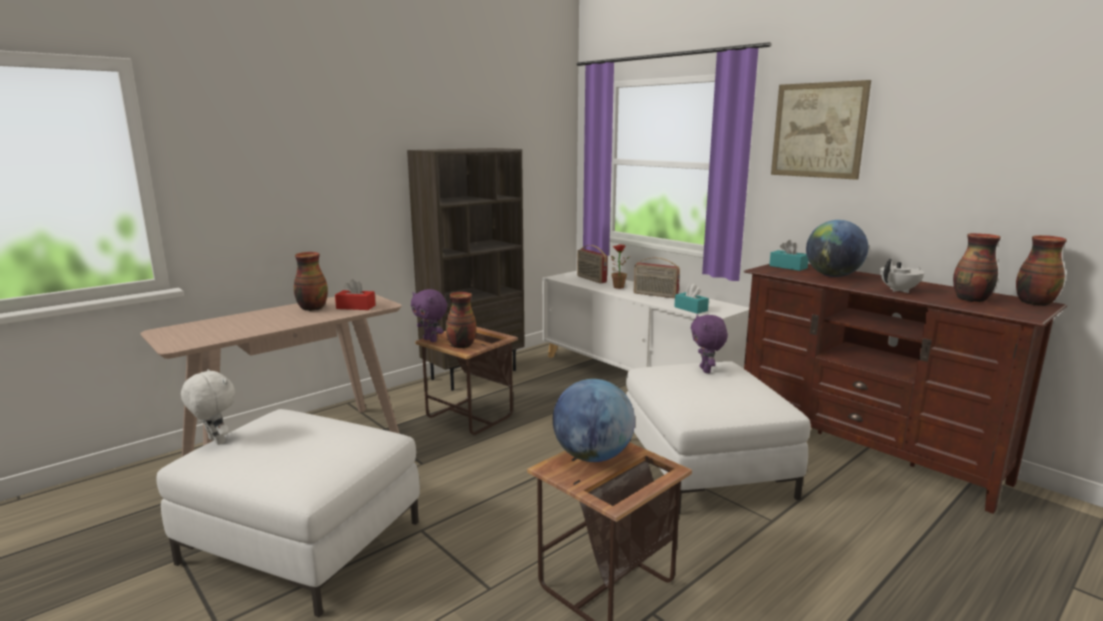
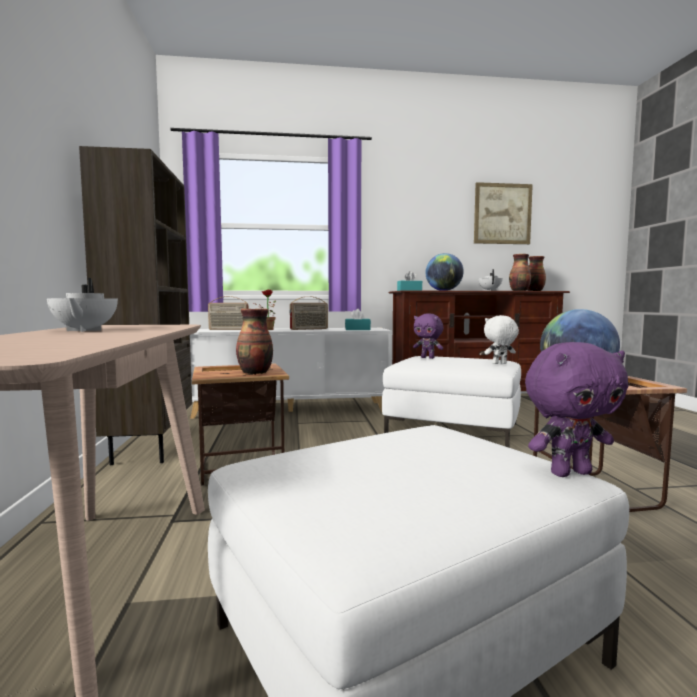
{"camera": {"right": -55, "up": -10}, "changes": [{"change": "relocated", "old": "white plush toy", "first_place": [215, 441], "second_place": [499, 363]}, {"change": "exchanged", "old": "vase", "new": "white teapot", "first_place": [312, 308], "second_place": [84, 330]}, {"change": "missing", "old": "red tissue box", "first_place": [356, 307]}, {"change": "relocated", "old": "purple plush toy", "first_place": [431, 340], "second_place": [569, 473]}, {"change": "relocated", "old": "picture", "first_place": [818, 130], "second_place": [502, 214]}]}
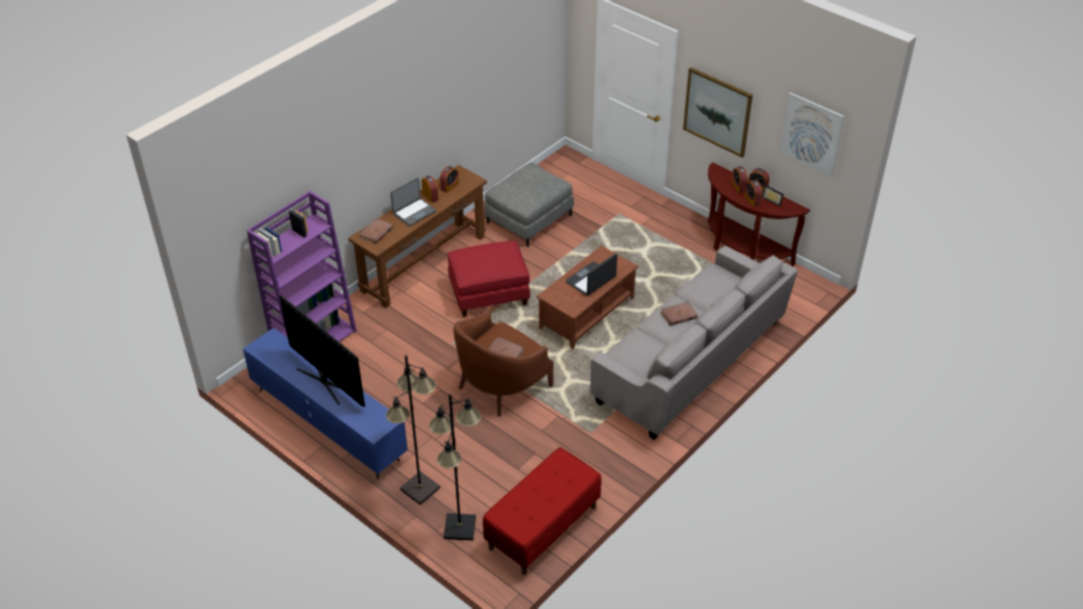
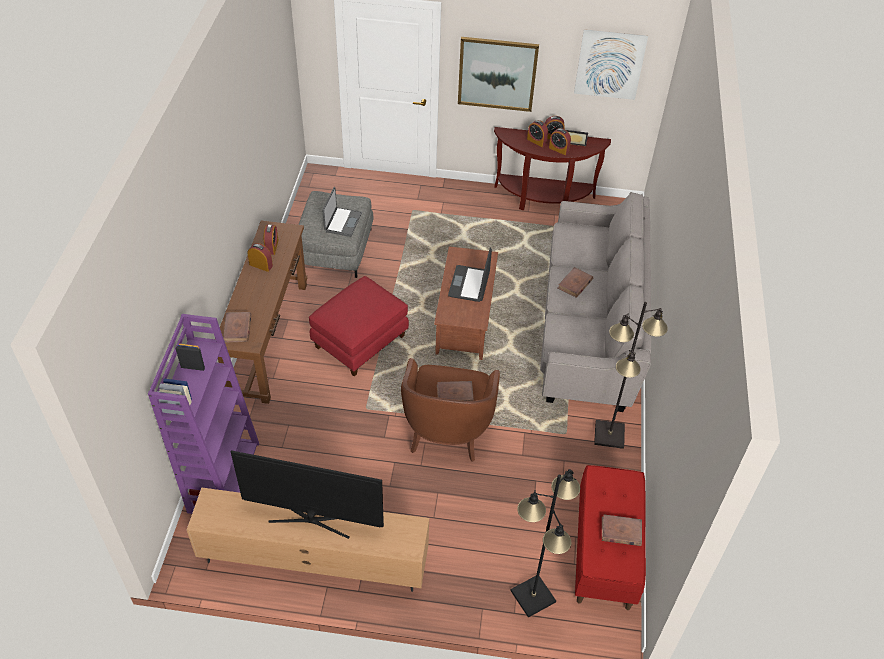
{"camera": {"right": -35, "up": 5}, "changes": [{"change": "colour", "old": "blue tv stand", "new": "brown tv stand", "first_place": [329, 425], "second_place": [314, 560]}, {"change": "relocated", "old": "black floor lamp", "first_place": [420, 489], "second_place": [609, 435]}, {"change": "relocated", "old": "laptop", "first_place": [414, 212], "second_place": [342, 222]}, {"change": "appeared", "new": "brown book", "second_place": [621, 531]}]}
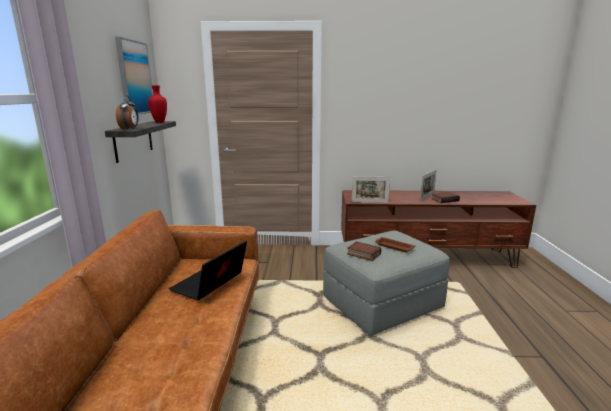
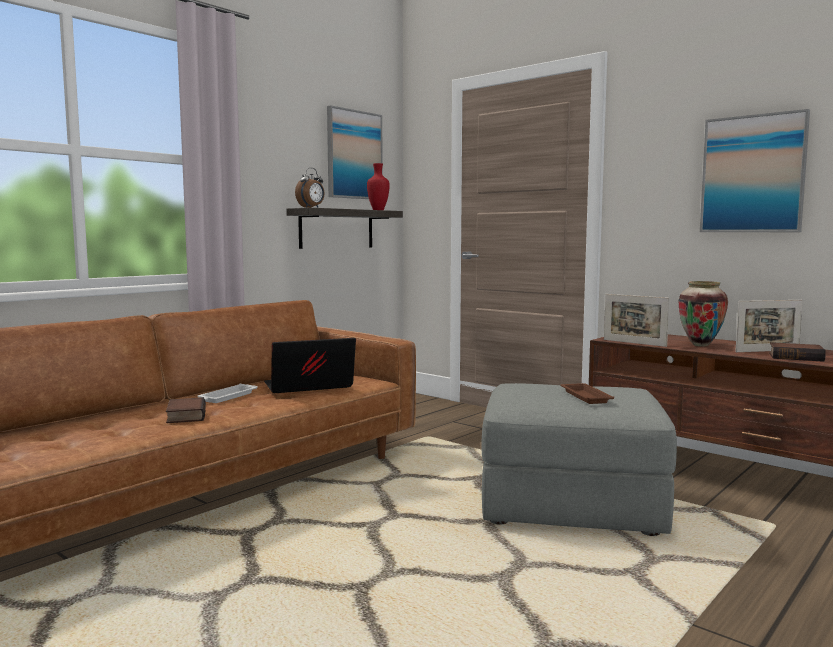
{"camera": {"right": 40, "up": -10}, "changes": [{"change": "relocated", "old": "book", "first_place": [363, 254], "second_place": [184, 415]}, {"change": "appeared", "new": "white tray", "second_place": [227, 397]}, {"change": "appeared", "new": "vase", "second_place": [700, 345]}, {"change": "appeared", "new": "picture", "second_place": [753, 174]}]}
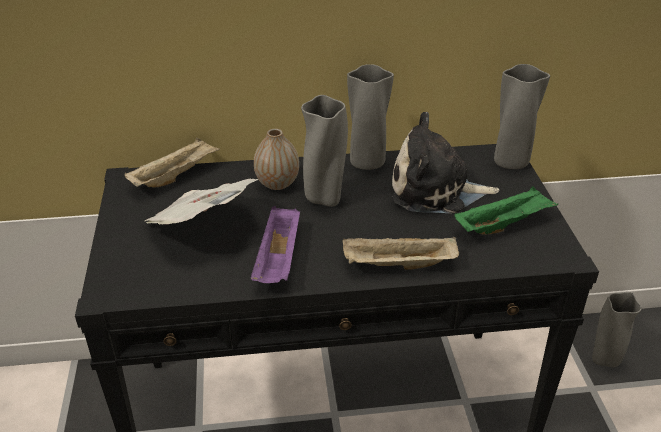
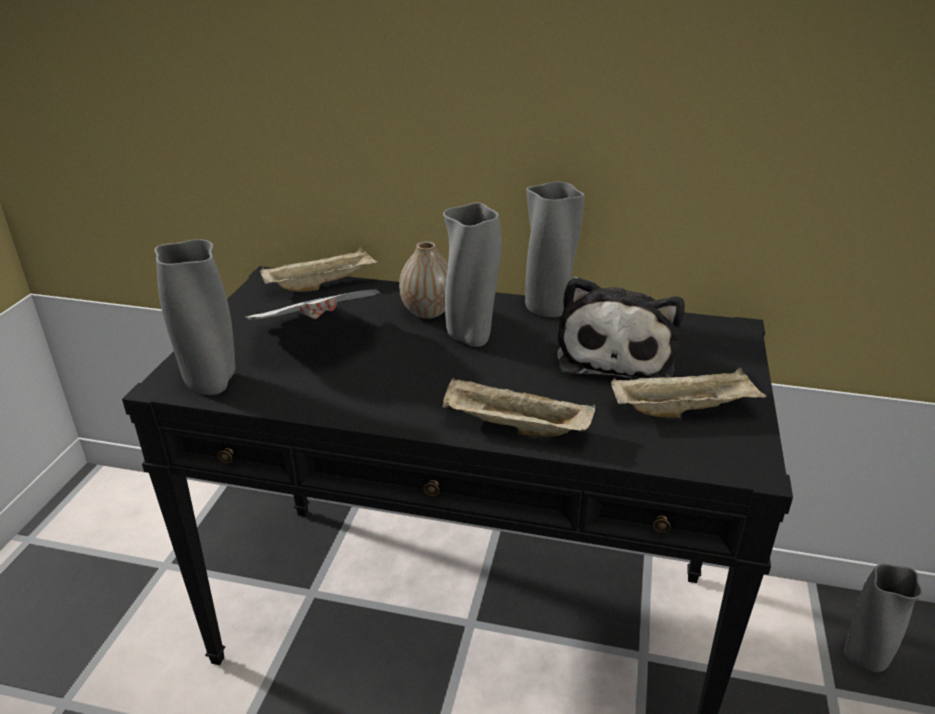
{"camera": {"right": 20, "up": -5}, "changes": [{"change": "missing", "old": "purple tray", "first_place": [278, 260]}, {"change": "spun", "old": "plush toy", "first_place": [435, 190], "second_place": [616, 354], "degrees": -105}, {"change": "colour", "old": "green tray", "new": "beige tray", "first_place": [503, 224], "second_place": [684, 410]}, {"change": "relocated", "old": "grey vase", "first_place": [510, 162], "second_place": [212, 384]}]}
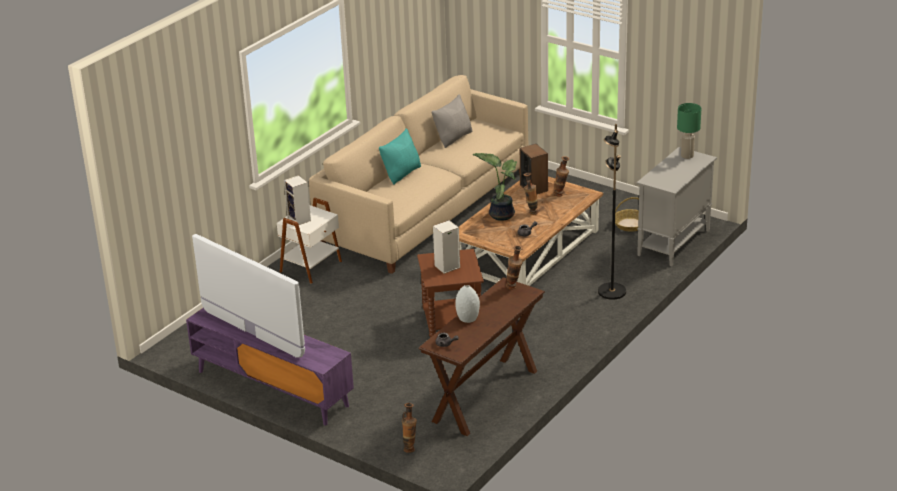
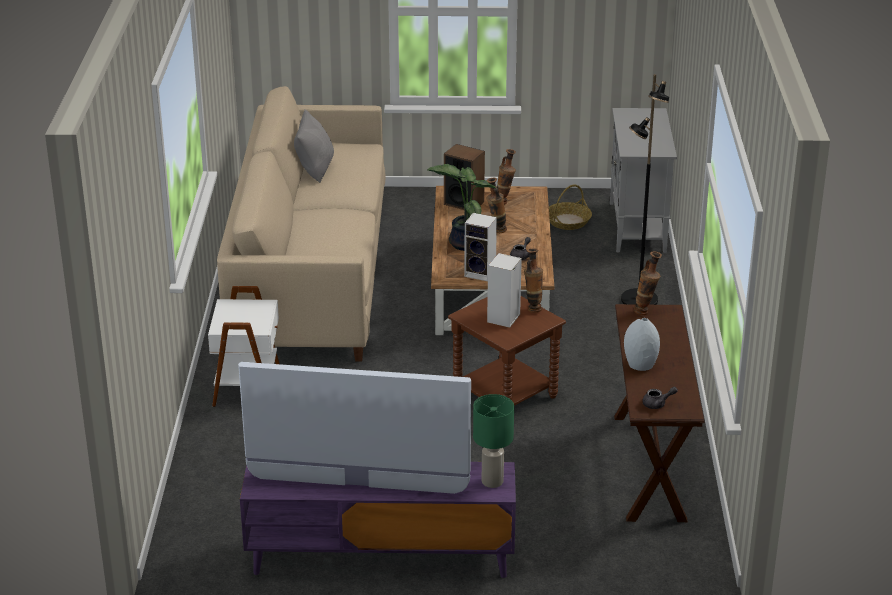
{"camera": {"right": -35, "up": 0}, "changes": [{"change": "relocated", "old": "speaker", "first_place": [300, 220], "second_place": [481, 273]}, {"change": "missing", "old": "turquoise pillow", "first_place": [401, 174]}, {"change": "relocated", "old": "vase", "first_place": [410, 448], "second_place": [533, 308]}, {"change": "relocated", "old": "green table lamp", "first_place": [687, 156], "second_place": [493, 481]}]}
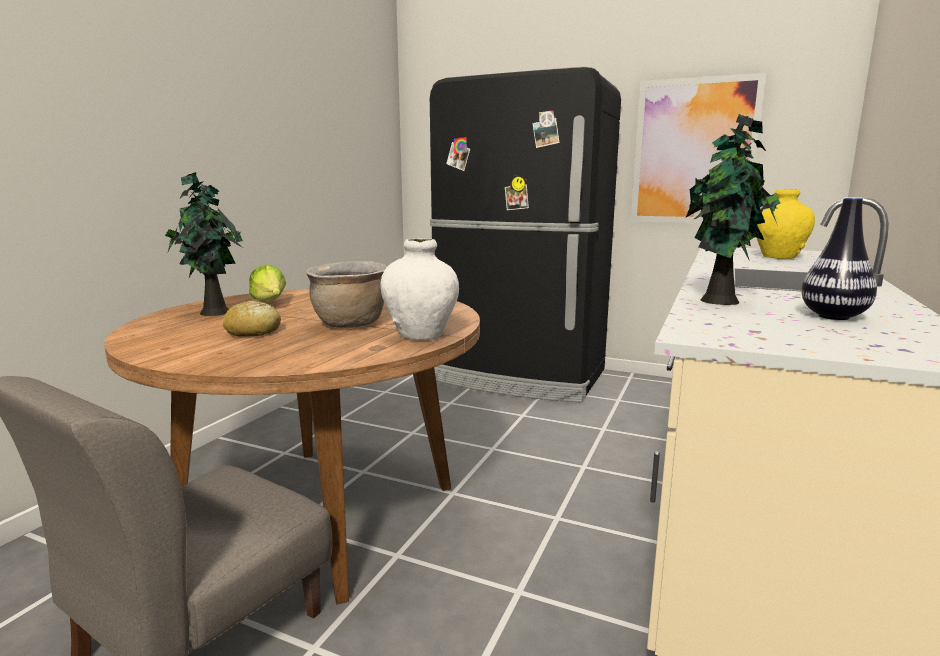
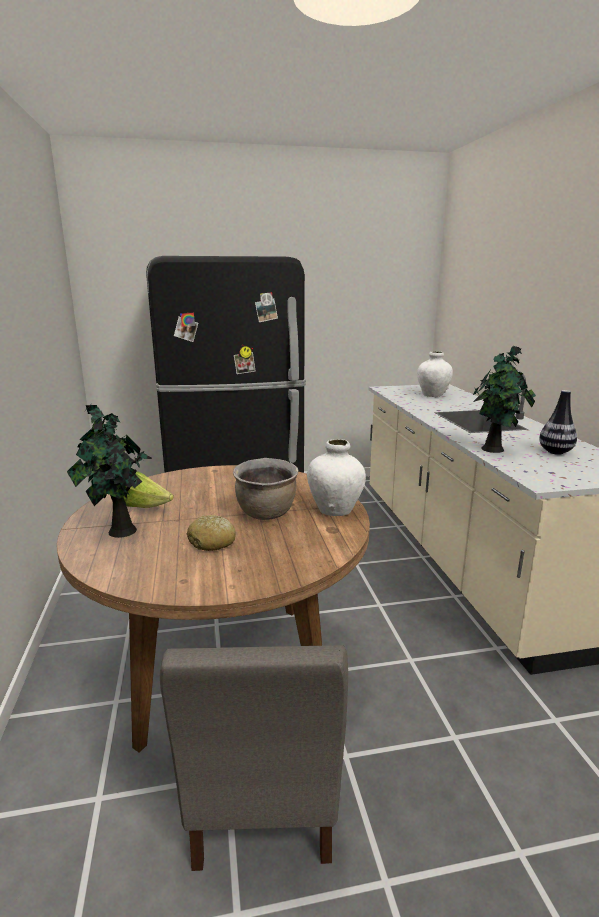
{"camera": {"right": -35, "up": 5}, "changes": [{"change": "missing", "old": "picture", "first_place": [694, 152]}, {"change": "colour", "old": "yellow vase", "new": "white vase", "first_place": [778, 257], "second_place": [432, 395]}]}
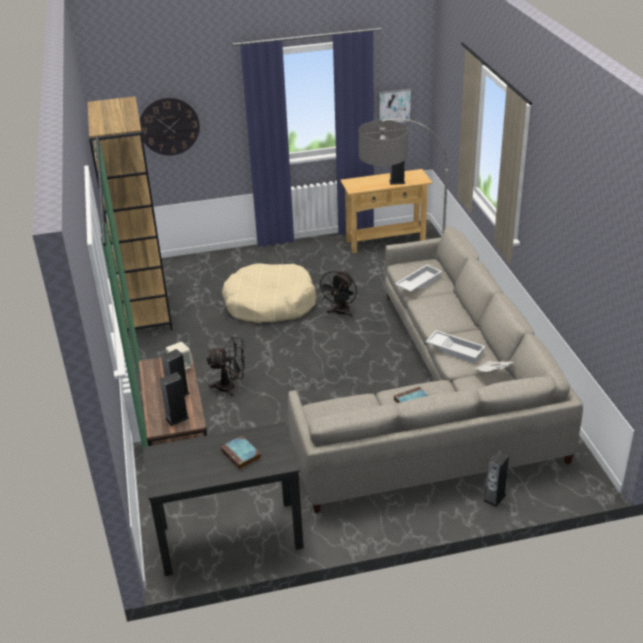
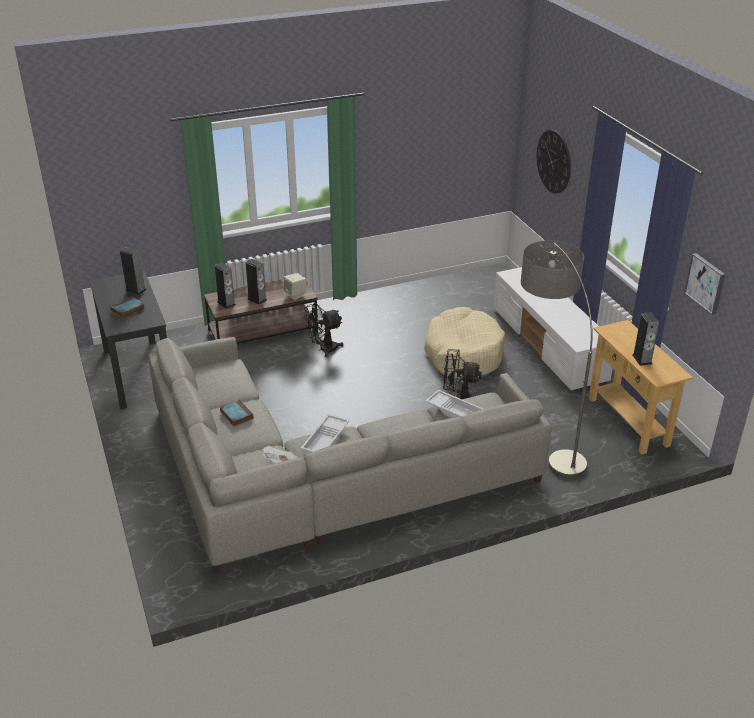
{"camera": {"right": 80, "up": 0}, "changes": [{"change": "missing", "old": "brown bookcase", "first_place": [146, 309]}, {"change": "spun", "old": "black fan", "first_place": [231, 387], "second_place": [323, 349], "degrees": 75}, {"change": "relocated", "old": "speaker", "first_place": [494, 498], "second_place": [136, 290]}, {"change": "appeared", "new": "white tv stand", "second_place": [549, 345]}]}
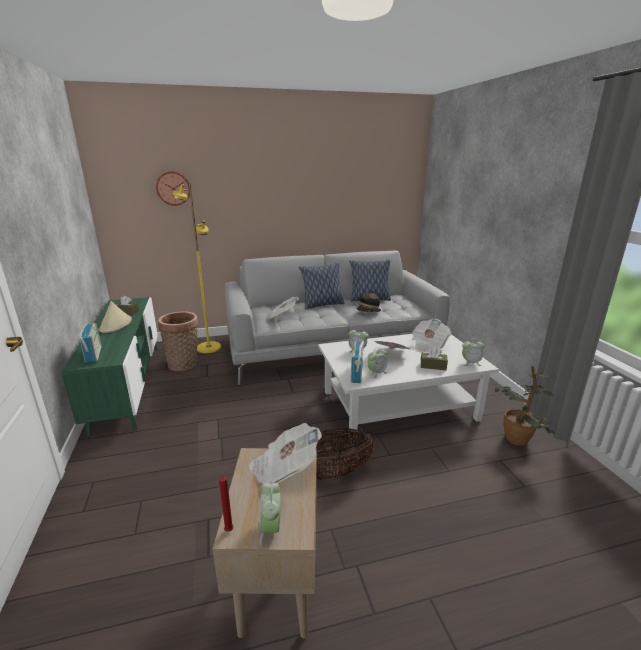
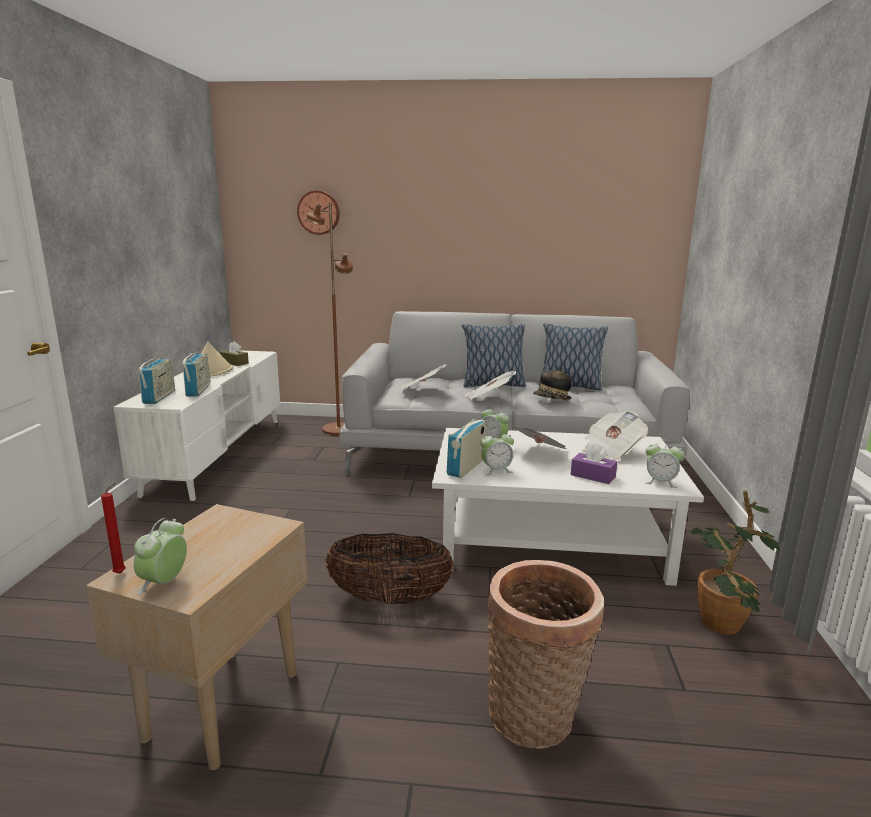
{"camera": {"right": 20, "up": -5}, "changes": [{"change": "colour", "old": "green tv stand", "new": "white tv stand", "first_place": [128, 384], "second_place": [218, 454]}, {"change": "relocated", "old": "basket", "first_place": [184, 364], "second_place": [536, 717]}, {"change": "colour", "old": "yellow floor lamp", "new": "brown floor lamp", "first_place": [208, 348], "second_place": [338, 429]}, {"change": "relocated", "old": "newspaper", "first_place": [284, 469], "second_place": [488, 398]}, {"change": "colour", "old": "brown tissue box", "new": "purple tissue box", "first_place": [433, 366], "second_place": [593, 476]}, {"change": "appeared", "new": "radio", "second_place": [198, 390]}]}
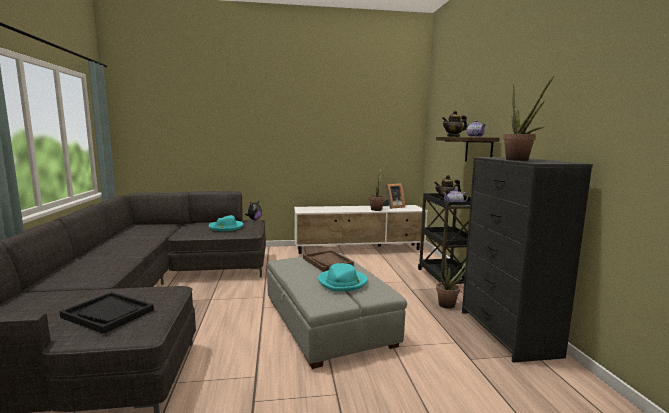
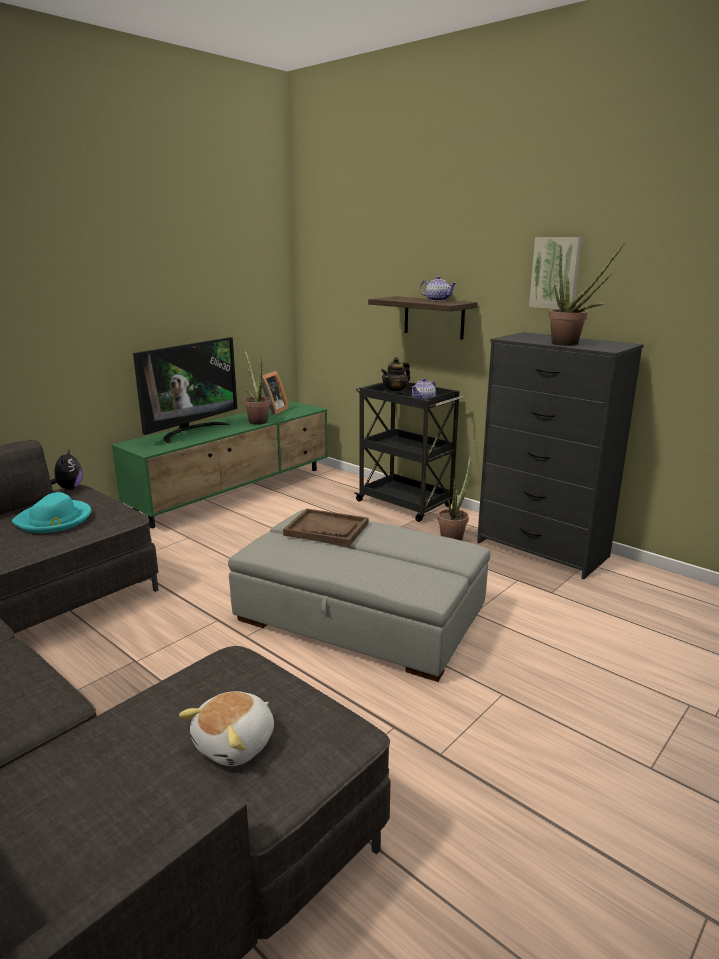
{"camera": {"right": -40, "up": 10}, "changes": [{"change": "exchanged", "old": "black tray", "new": "plush toy", "first_place": [108, 314], "second_place": [236, 744]}, {"change": "colour", "old": "white tv stand", "new": "green tv stand", "first_place": [359, 249], "second_place": [235, 492]}, {"change": "missing", "old": "turquoise hat", "first_place": [342, 282]}, {"change": "missing", "old": "teapot", "first_place": [453, 136]}, {"change": "appeared", "new": "television", "second_place": [190, 431]}, {"change": "appeared", "new": "picture", "second_place": [555, 273]}]}
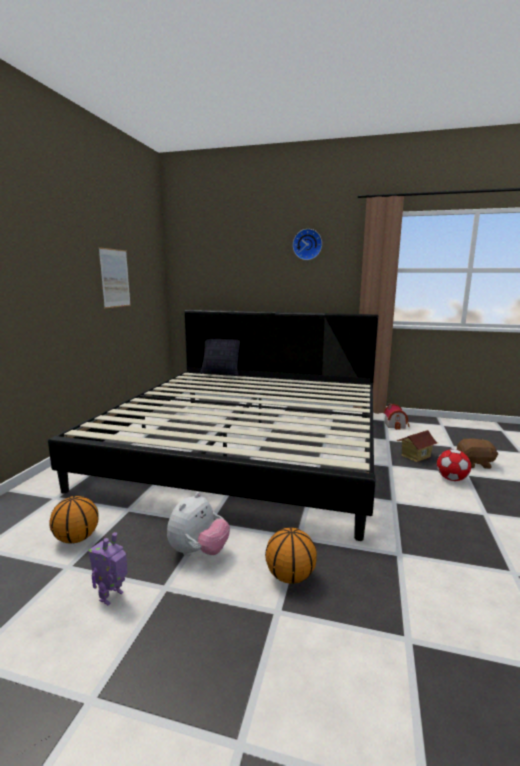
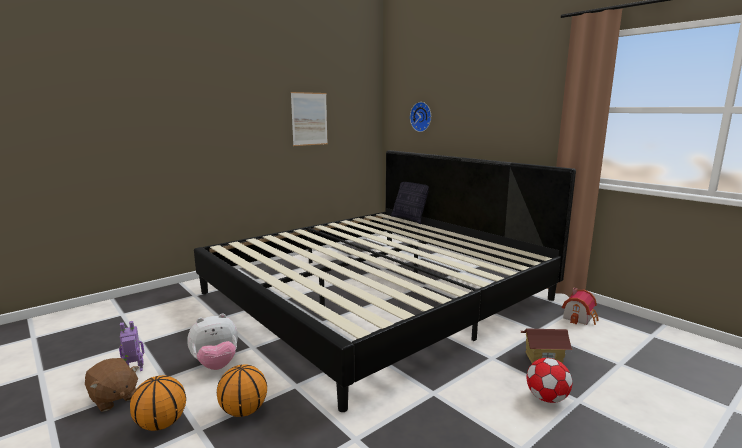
{"camera": {"right": 35, "up": 0}, "changes": [{"change": "relocated", "old": "basketball", "first_place": [77, 538], "second_place": [162, 424]}, {"change": "relocated", "old": "wall clock", "first_place": [307, 244], "second_place": [422, 117]}, {"change": "relocated", "old": "brown plush toy", "first_place": [475, 463], "second_place": [113, 398]}]}
